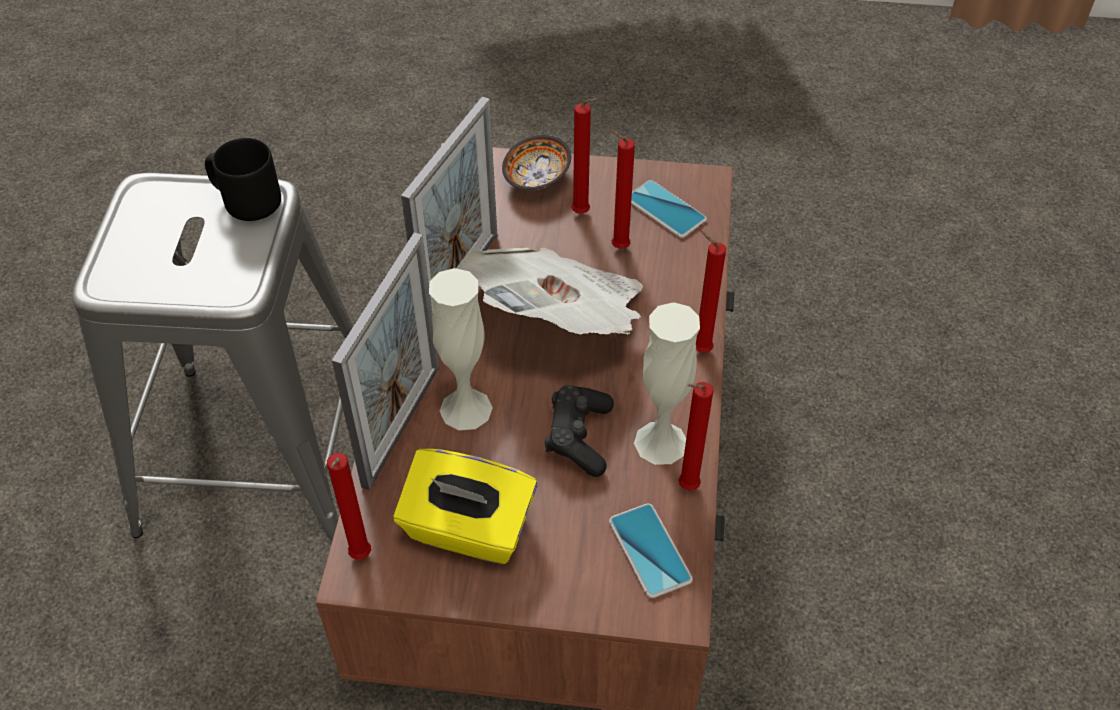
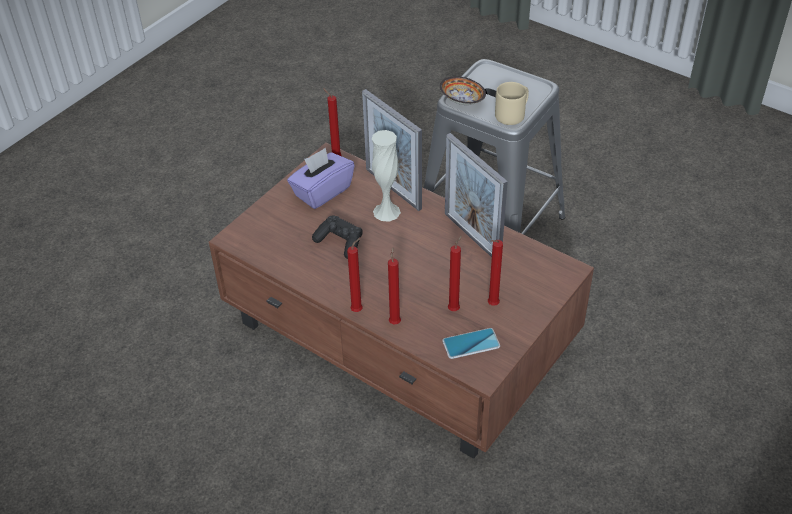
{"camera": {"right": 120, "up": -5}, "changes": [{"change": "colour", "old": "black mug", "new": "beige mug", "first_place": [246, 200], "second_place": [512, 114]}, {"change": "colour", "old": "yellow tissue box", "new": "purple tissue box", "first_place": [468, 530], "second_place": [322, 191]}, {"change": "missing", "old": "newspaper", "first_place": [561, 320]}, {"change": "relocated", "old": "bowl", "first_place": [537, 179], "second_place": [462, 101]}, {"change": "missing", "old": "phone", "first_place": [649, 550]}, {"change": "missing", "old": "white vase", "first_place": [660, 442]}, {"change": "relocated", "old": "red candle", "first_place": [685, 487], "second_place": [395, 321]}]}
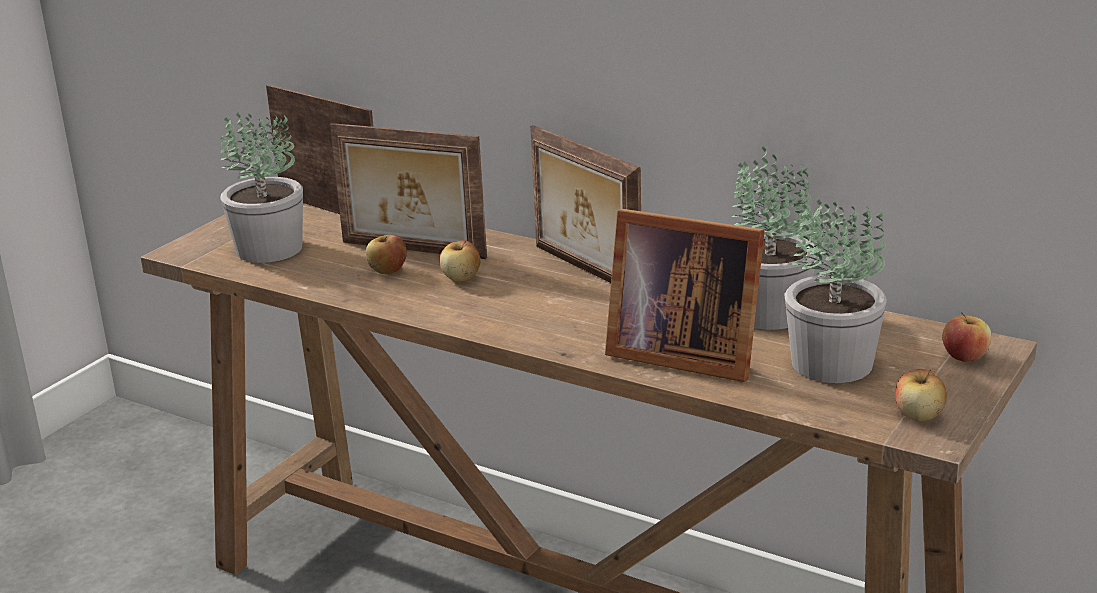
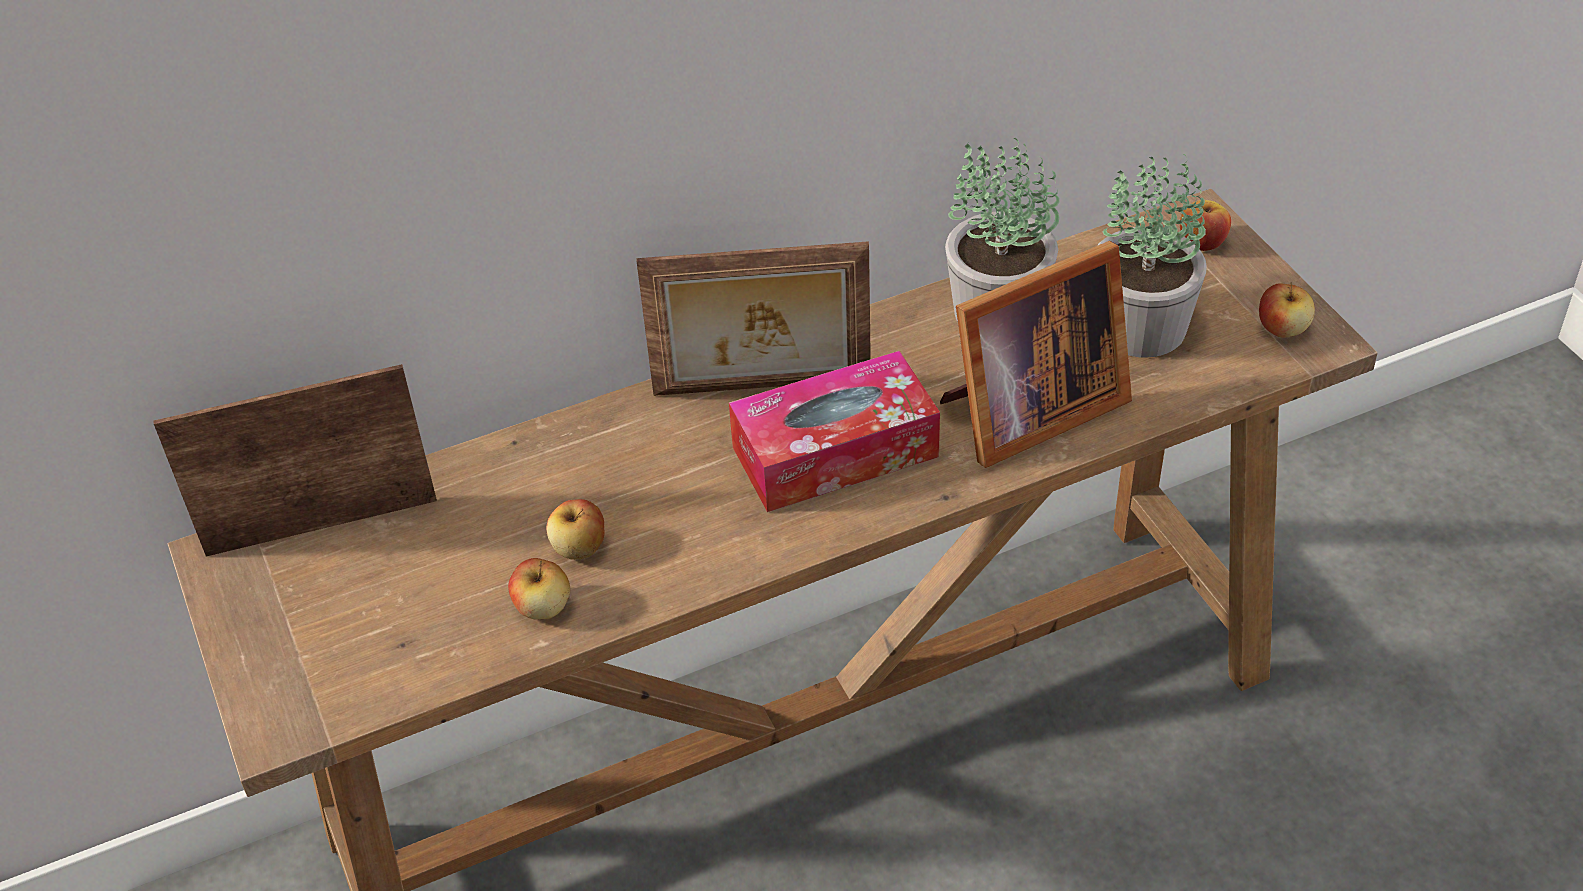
{"camera": {"right": -55, "up": 20}, "changes": [{"change": "missing", "old": "potted plant", "first_place": [269, 249]}, {"change": "missing", "old": "picture frame", "first_place": [412, 251]}, {"change": "relocated", "old": "apple", "first_place": [461, 278], "second_place": [543, 607]}, {"change": "appeared", "new": "tissue box", "second_place": [835, 452]}]}
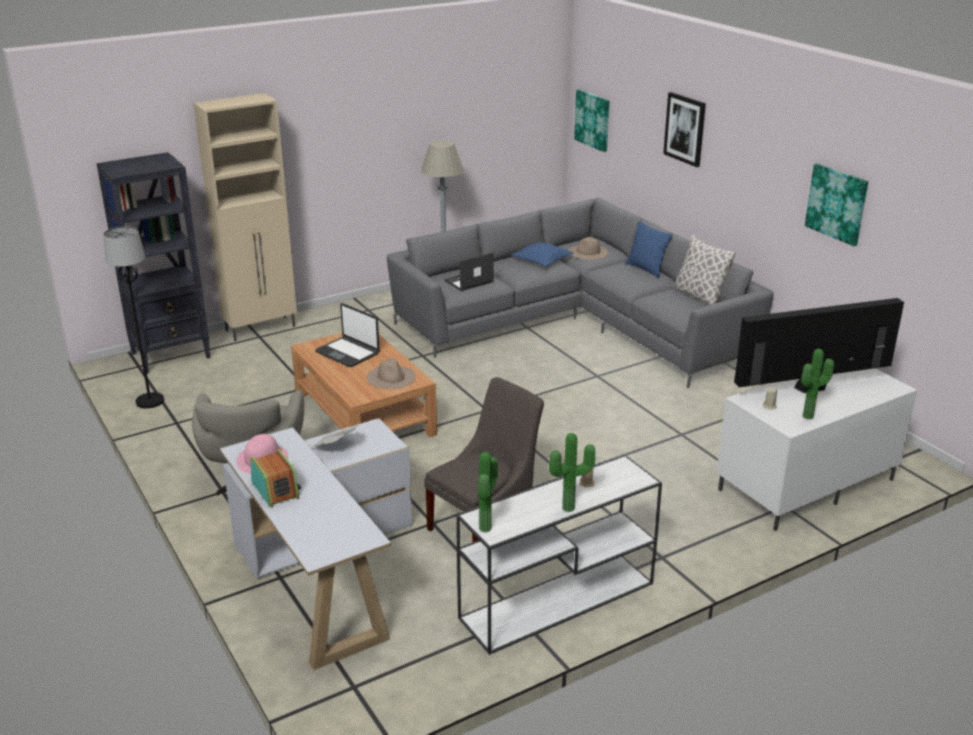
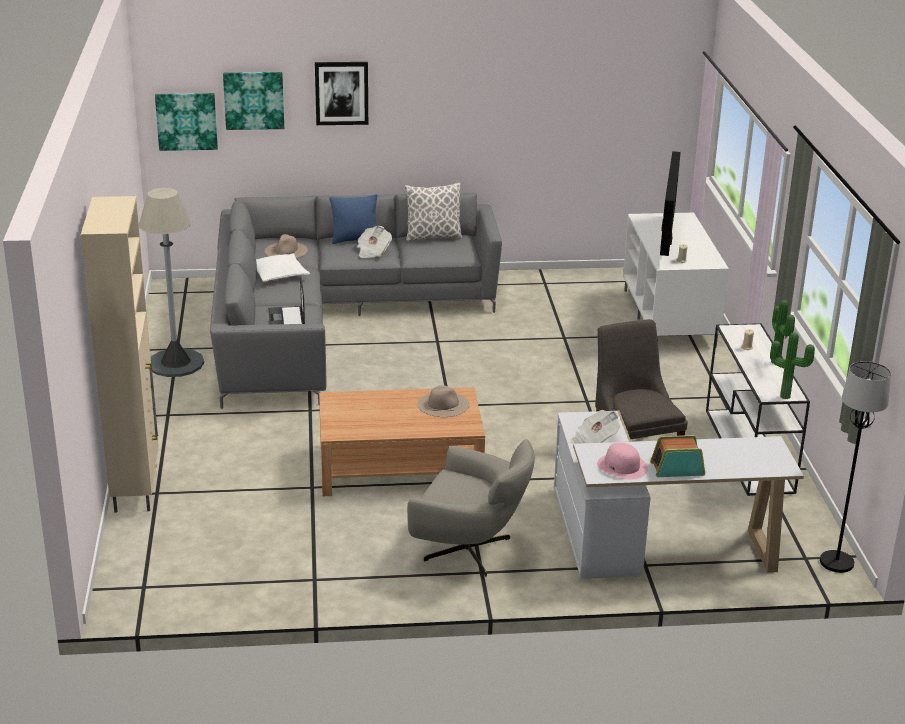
{"camera": {"right": -65, "up": 0}, "changes": [{"change": "missing", "old": "black bookcase", "first_place": [171, 355]}, {"change": "relocated", "old": "black floor lamp", "first_place": [150, 401], "second_place": [836, 562]}, {"change": "missing", "old": "laptop", "first_place": [348, 352]}, {"change": "colour", "old": "blue pillow", "new": "white pillow", "first_place": [542, 260], "second_place": [278, 274]}, {"change": "missing", "old": "potted plant", "first_place": [810, 417]}, {"change": "relocated", "old": "picture", "first_place": [837, 204], "second_place": [254, 100]}, {"change": "appeared", "new": "newspaper", "second_place": [373, 251]}]}
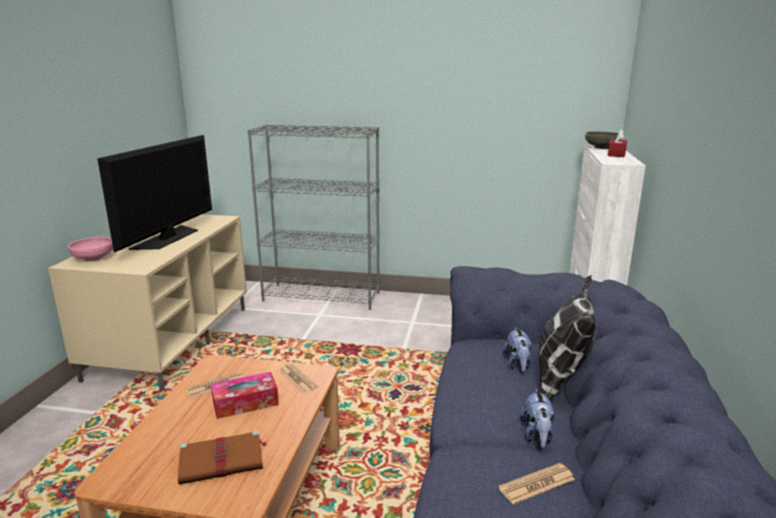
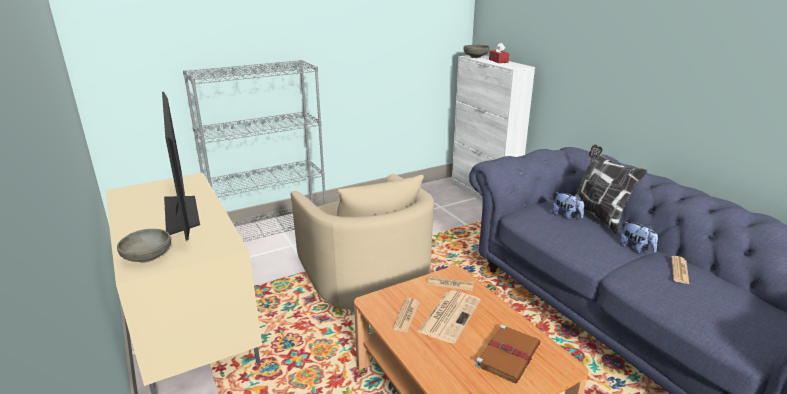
{"camera": {"right": -40, "up": 5}, "changes": [{"change": "colour", "old": "pink bowl", "new": "grey bowl", "first_place": [93, 258], "second_place": [148, 257]}, {"change": "exchanged", "old": "tissue box", "new": "newspaper", "first_place": [245, 403], "second_place": [450, 315]}, {"change": "appeared", "new": "beige armchair", "second_place": [366, 274]}]}
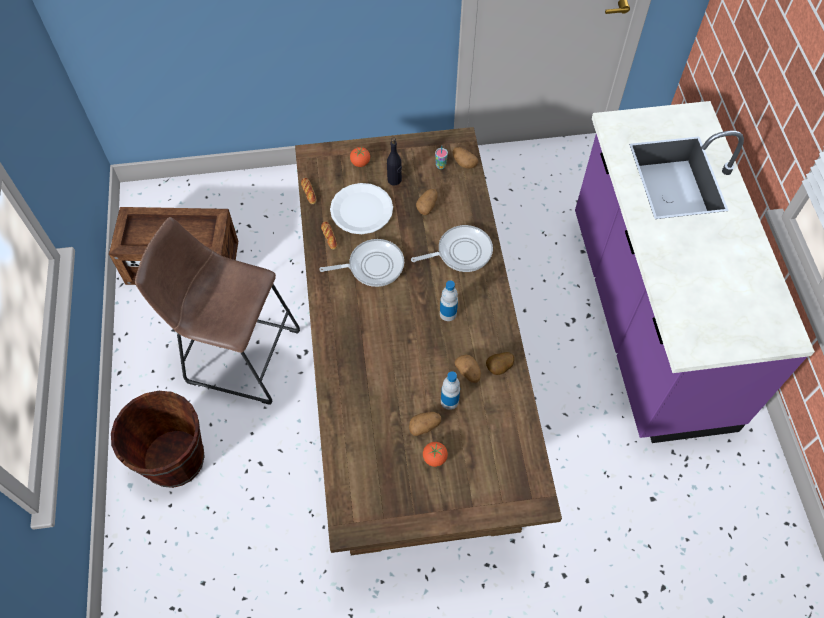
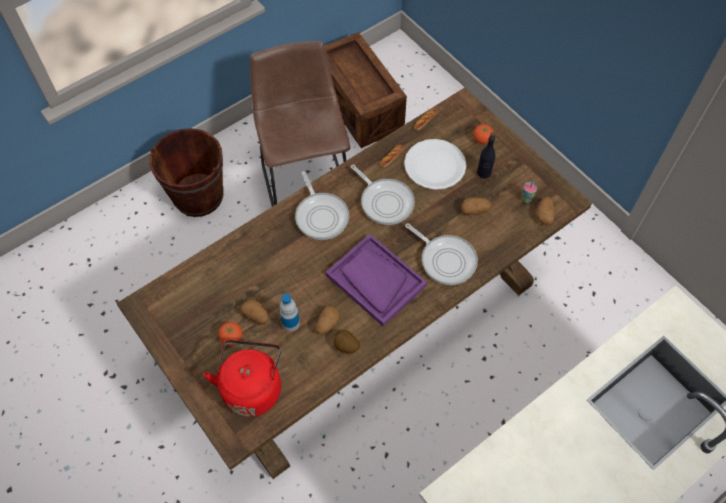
{"camera": {"right": 60, "up": 0}, "changes": [{"change": "exchanged", "old": "bottle", "new": "purple tray", "first_place": [448, 313], "second_place": [375, 280]}, {"change": "appeared", "new": "red kettle", "second_place": [252, 387]}, {"change": "appeared", "new": "frying pan", "second_place": [321, 215]}]}
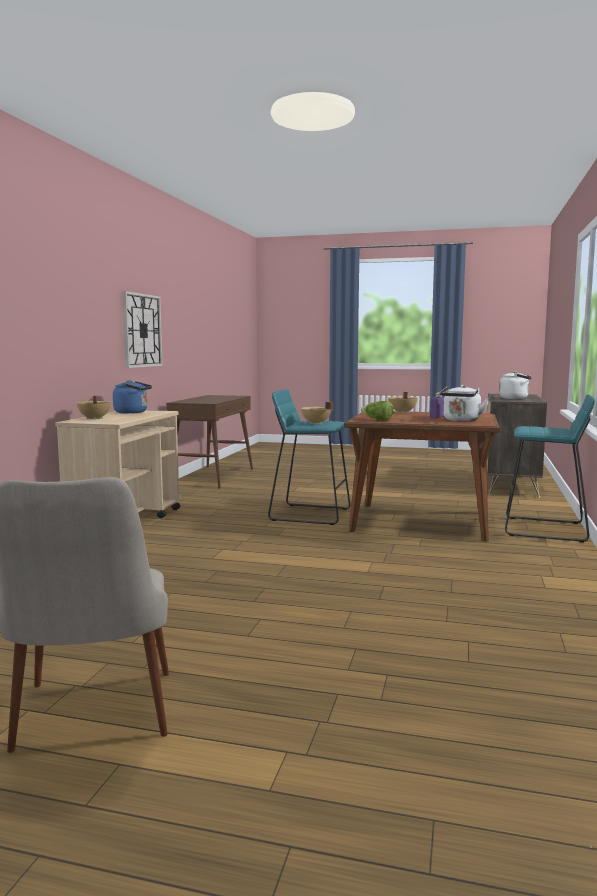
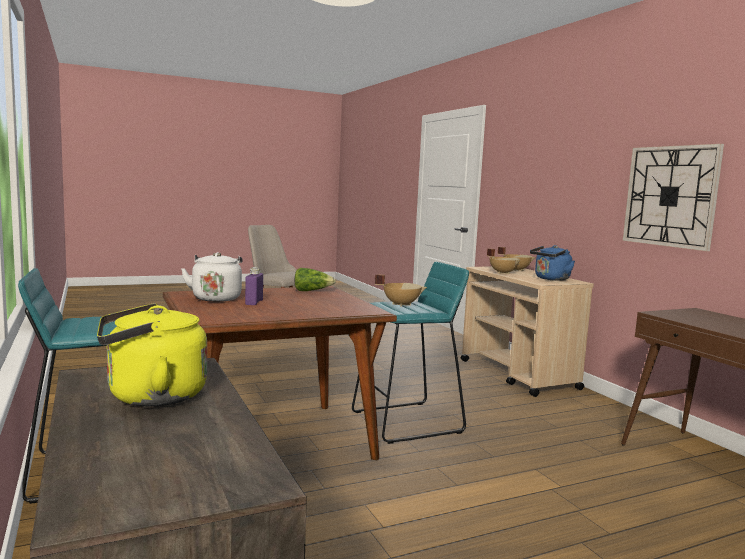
{"camera": {"right": 140, "up": 0}, "changes": [{"change": "relocated", "old": "beige cooking pot", "first_place": [401, 412], "second_place": [503, 273]}, {"change": "colour", "old": "white kettle", "new": "yellow kettle", "first_place": [515, 398], "second_place": [151, 396]}]}
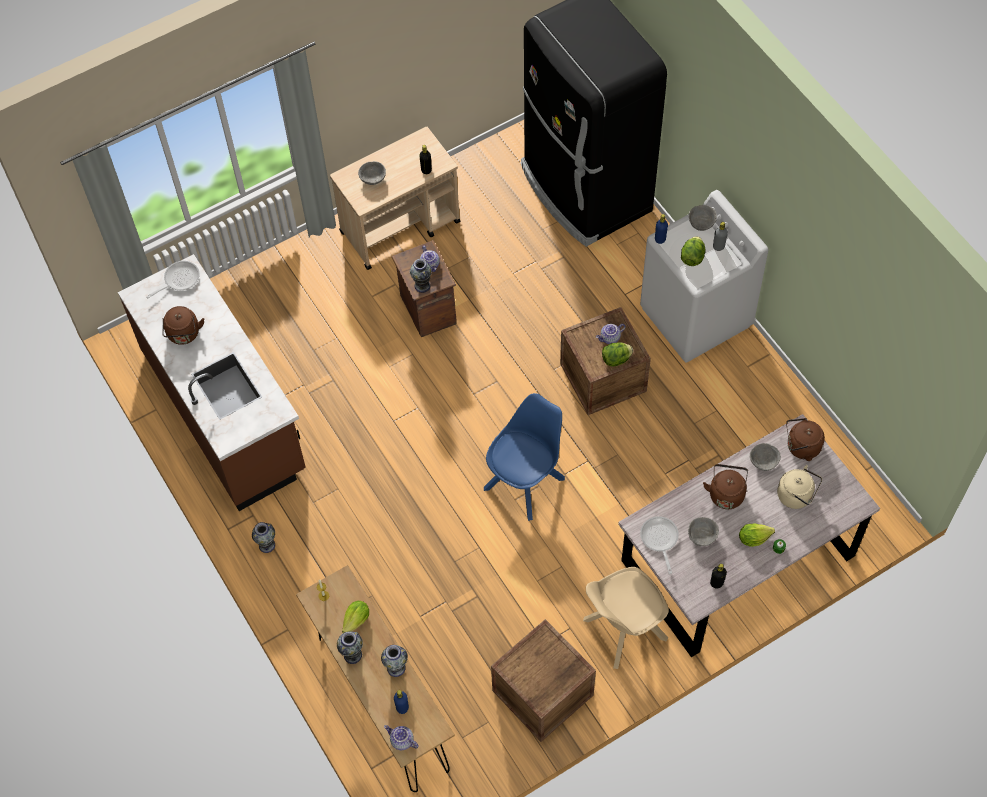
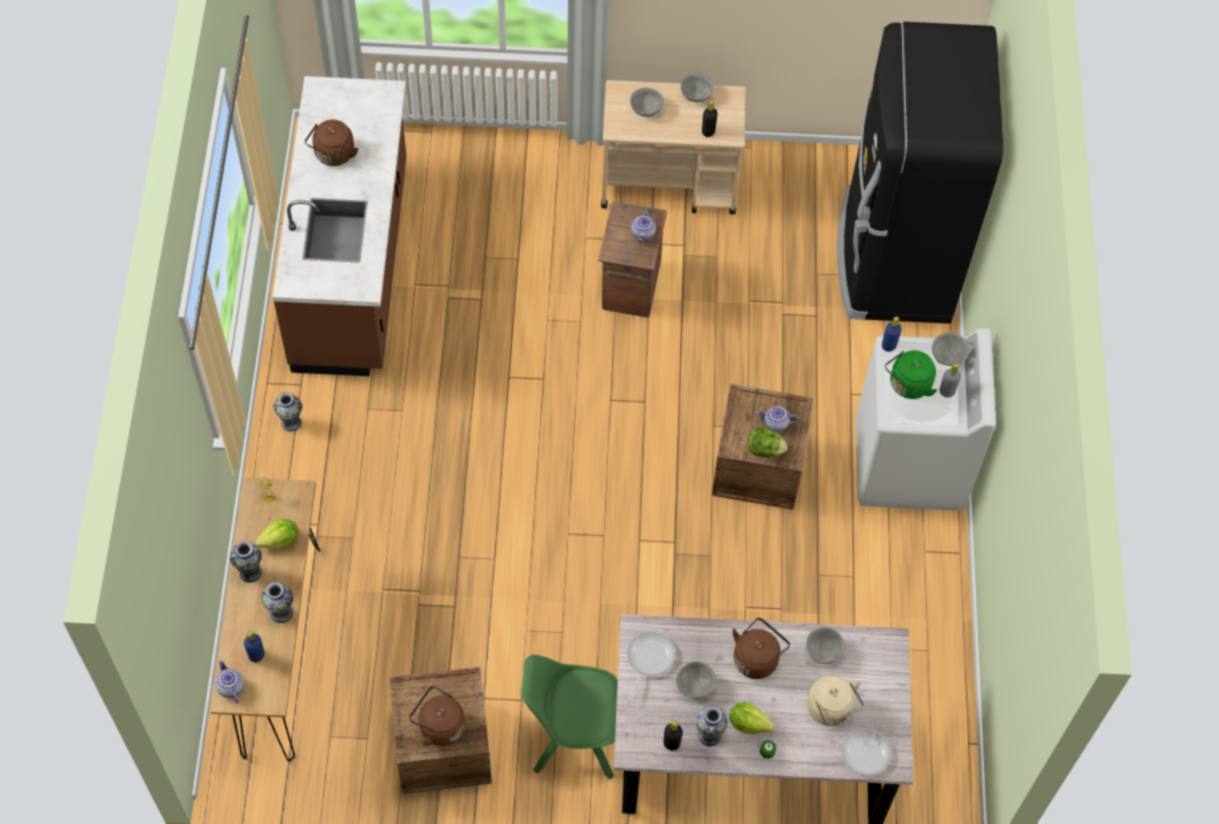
{"camera": {"right": 30, "up": 0}, "changes": [{"change": "relocated", "old": "frying pan", "first_place": [179, 279], "second_place": [860, 754]}, {"change": "relocated", "old": "vase", "first_place": [422, 286], "second_place": [709, 735]}, {"change": "missing", "old": "blue chair", "first_place": [526, 482]}, {"change": "colour", "old": "beige chair", "new": "green chair", "first_place": [622, 630], "second_place": [573, 738]}, {"change": "exchanged", "old": "lettuce", "new": "green kettle", "first_place": [692, 257], "second_place": [908, 386]}, {"change": "relocated", "old": "brown kettle", "first_place": [801, 447], "second_place": [439, 726]}, {"change": "appeared", "new": "grey bowl", "second_place": [695, 96]}]}
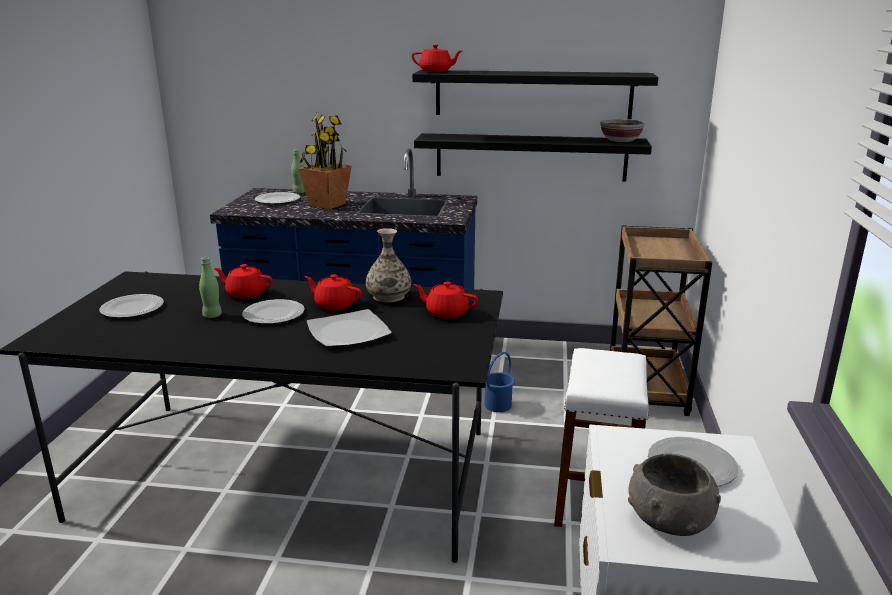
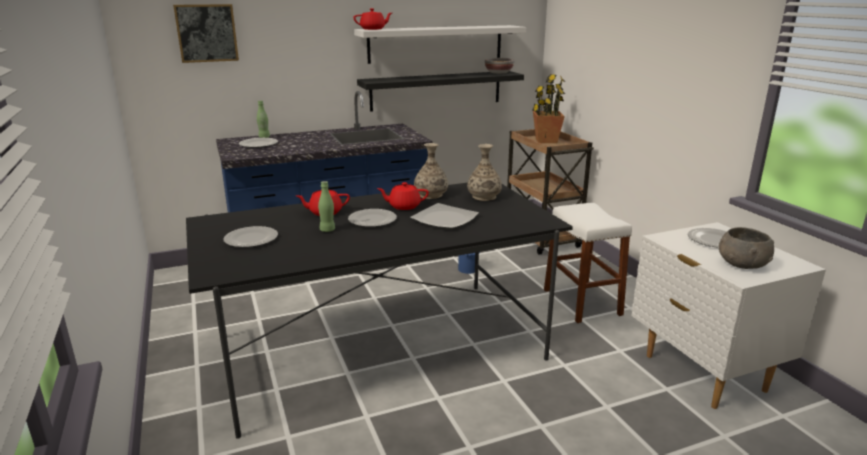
{"camera": {"right": -30, "up": 0}, "changes": [{"change": "relocated", "old": "potted plant", "first_place": [327, 204], "second_place": [546, 141]}, {"change": "colour", "old": "black shelf", "new": "white shelf", "first_place": [533, 94], "second_place": [436, 44]}, {"change": "exchanged", "old": "red teapot", "new": "vase", "first_place": [446, 313], "second_place": [484, 196]}, {"change": "appeared", "new": "picture", "second_place": [207, 33]}]}
